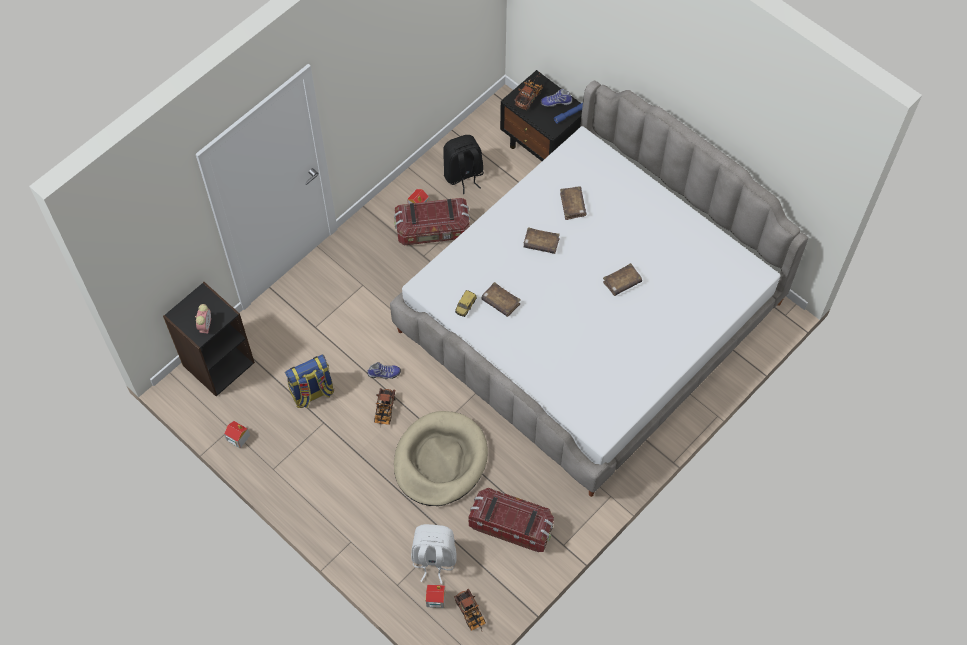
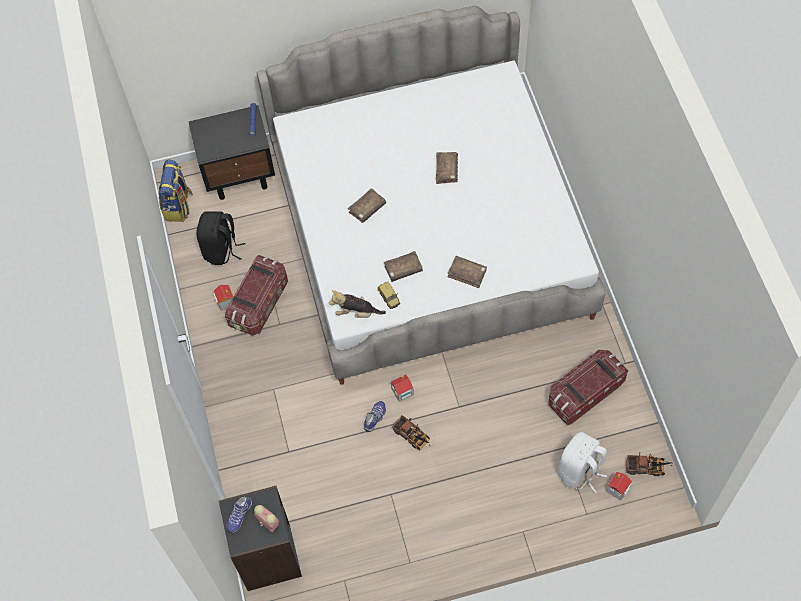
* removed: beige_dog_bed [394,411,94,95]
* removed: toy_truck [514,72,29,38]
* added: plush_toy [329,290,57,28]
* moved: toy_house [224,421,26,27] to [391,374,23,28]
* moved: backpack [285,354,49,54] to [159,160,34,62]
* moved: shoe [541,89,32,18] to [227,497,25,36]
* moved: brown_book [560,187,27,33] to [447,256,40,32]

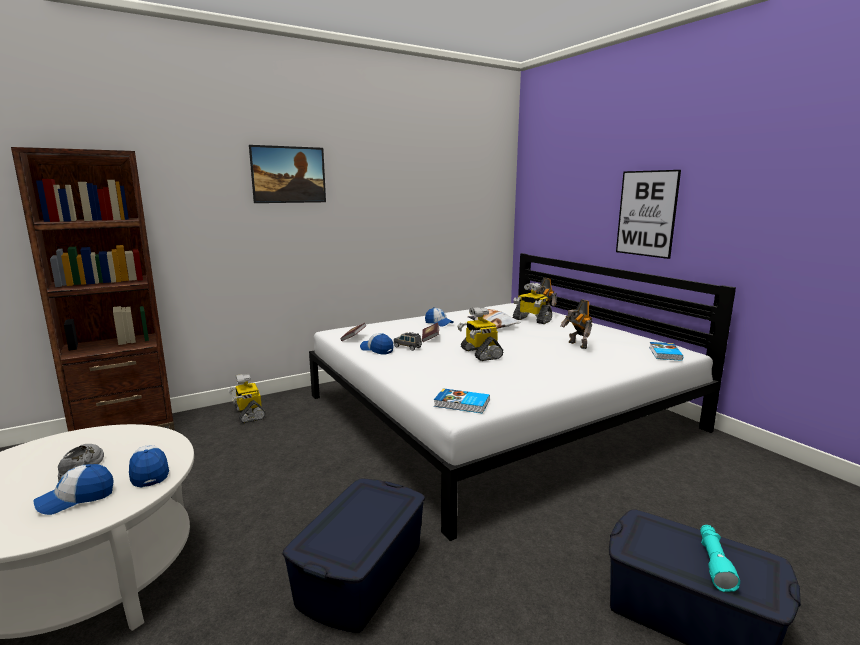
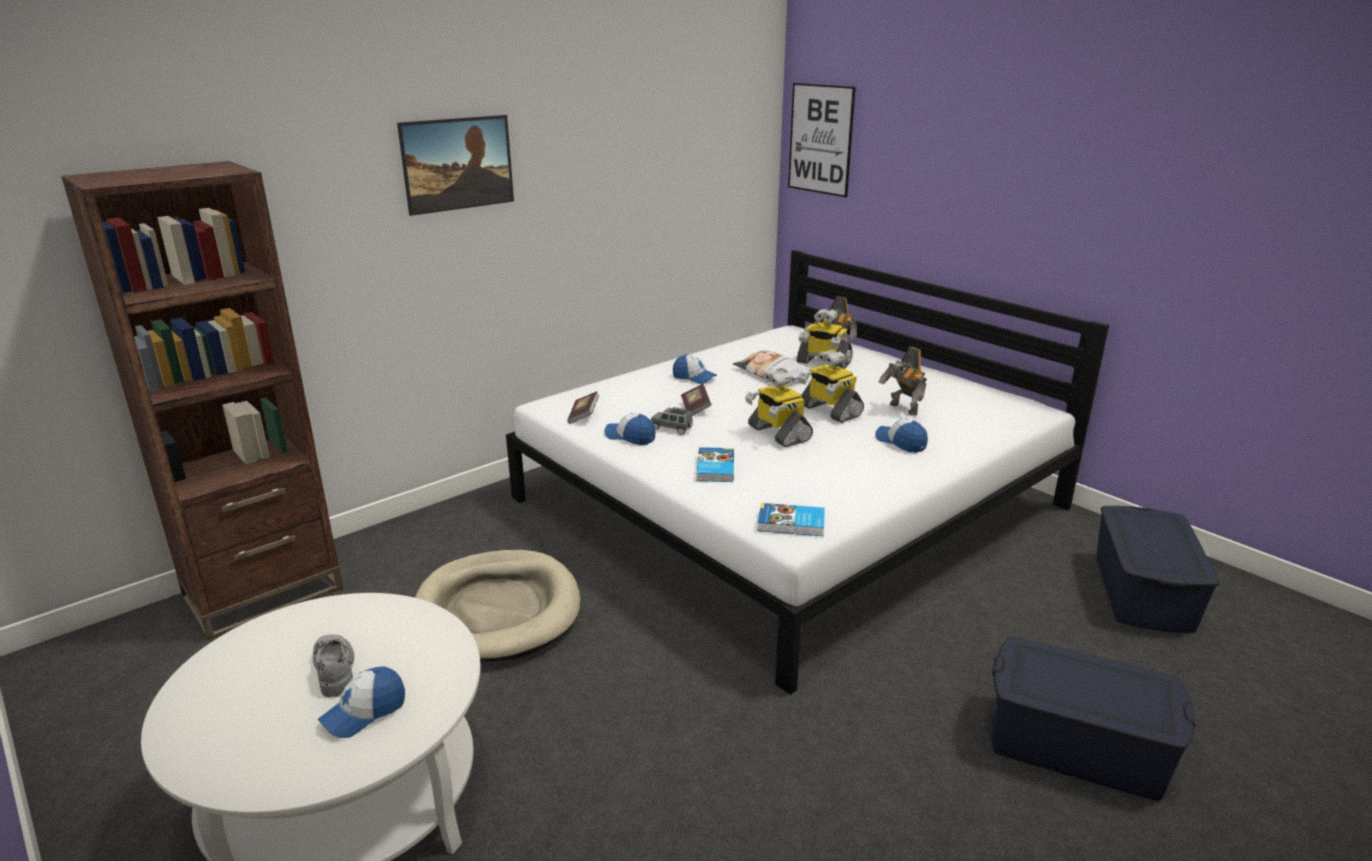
* removed: turquoise_flashlight [700,525,40,67]
* added: beige_dog_bed [415,550,165,112]
* moved: cap [129,445,40,43] to [875,419,53,34]
* moved: toy_robot [228,374,38,49] to [798,350,66,73]
* moved: blue_storage_box [282,479,143,154] to [1096,506,123,127]
* moved: picture [616,170,65,89] to [788,83,68,114]
* moved: book [649,342,34,19] to [697,447,37,35]

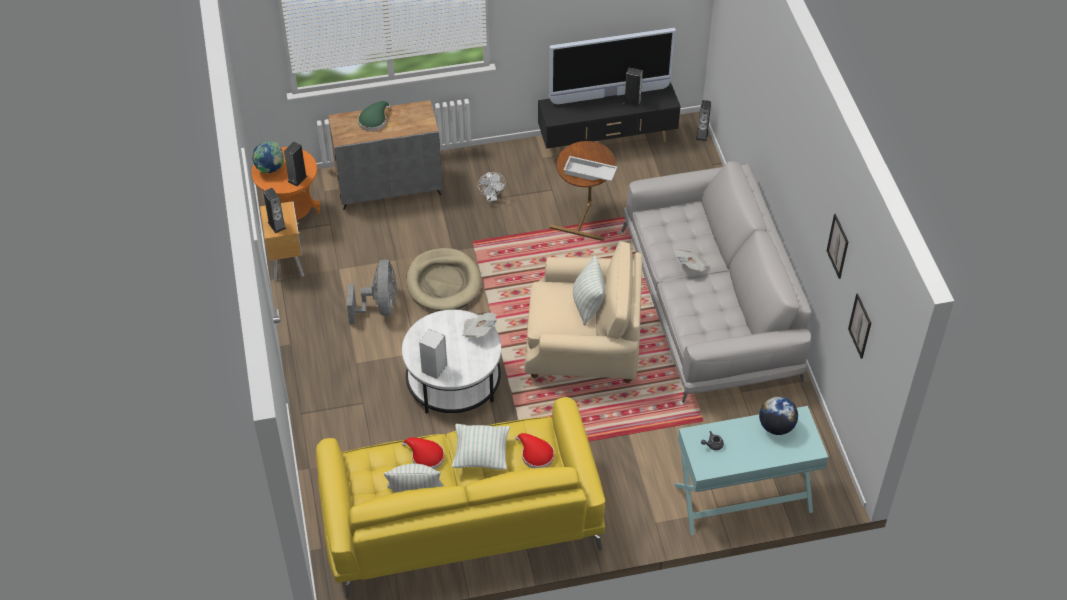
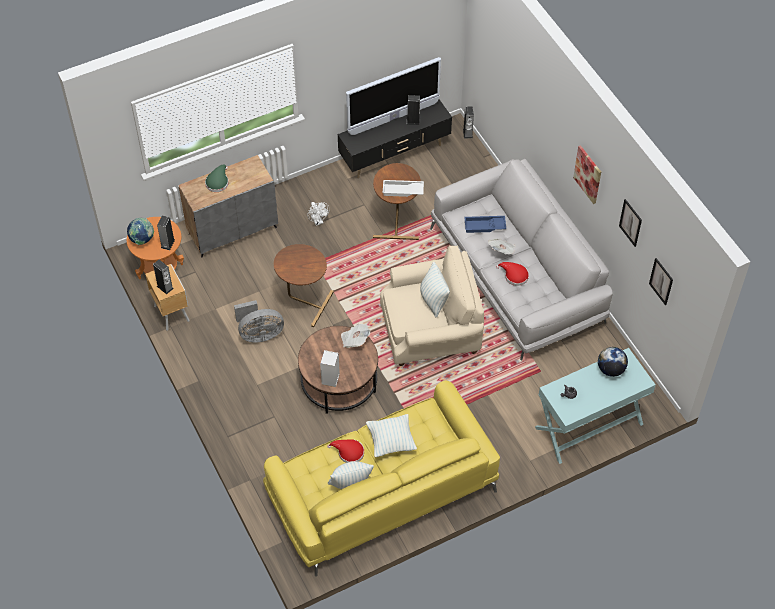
* added: blue_tray [464,216,42,17]
* added: picture [573,145,28,59]
* moved: red_hat [515,433,39,35] to [496,262,33,24]
* replaced: beige_dog_bed [406,248,75,63] to brown_side_table [274,244,60,83]
* recoloured: white_coffee_table [402,310,99,103] to brown_coffee_table [298,326,80,88]
* turned: grey_fan [347,259,50,65] = [234,300,50,43] 90 degrees clockwise

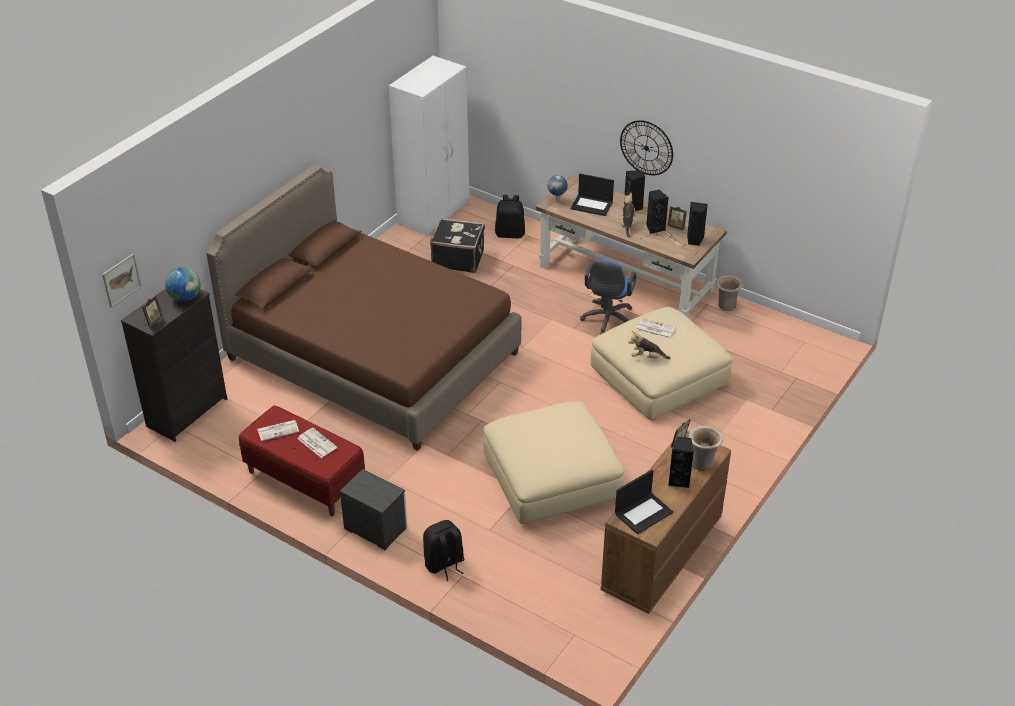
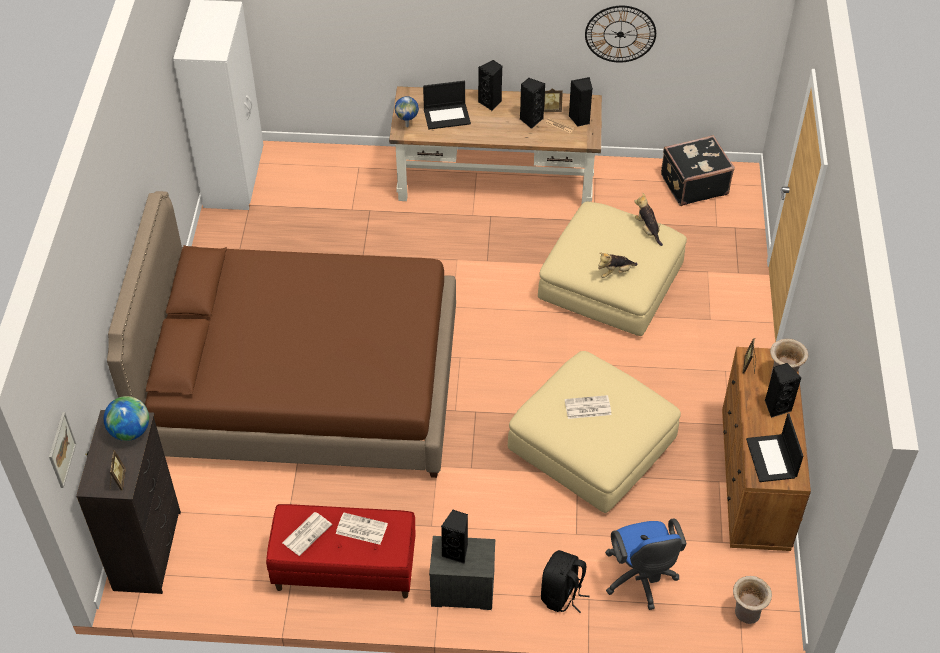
* removed: black_backpack [495,195,30,43]
* added: black_speaker [441,510,27,54]
* moved: black_suitcase [430,218,55,55] to [661,135,74,71]
* moved: blue_office_chair [580,259,56,75] to [606,518,80,92]
* moved: wall_clock [620,120,53,55] to [585,6,71,56]
* moved: plush_toy [621,193,17,45] to [634,193,29,53]
* moved: newspaper [636,318,39,21] to [565,395,47,24]
* moved: beige_vase [716,275,27,36] to [733,576,39,48]
* turned: laptop [615,470,58,64] = [746,414,57,68] 150 degrees clockwise

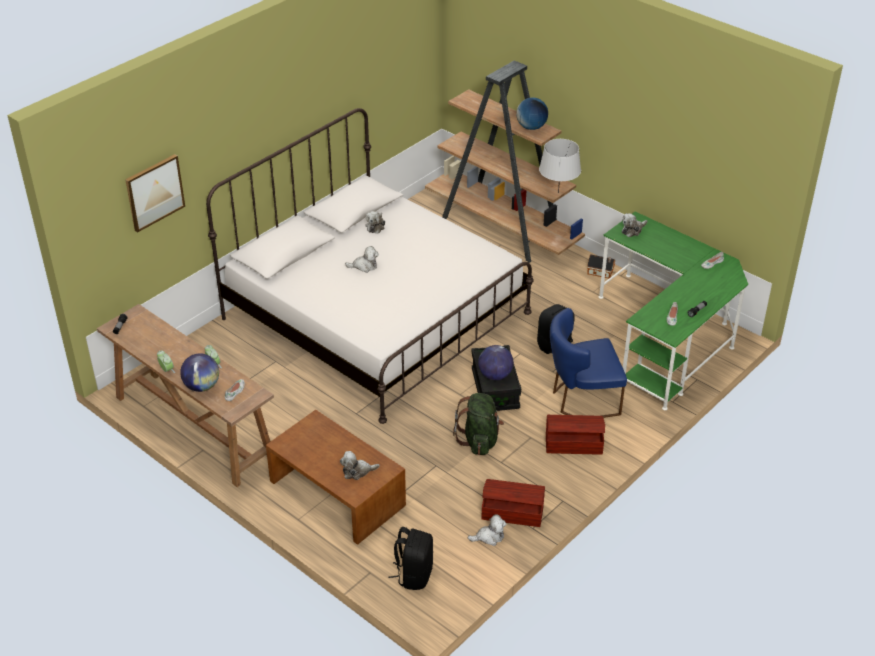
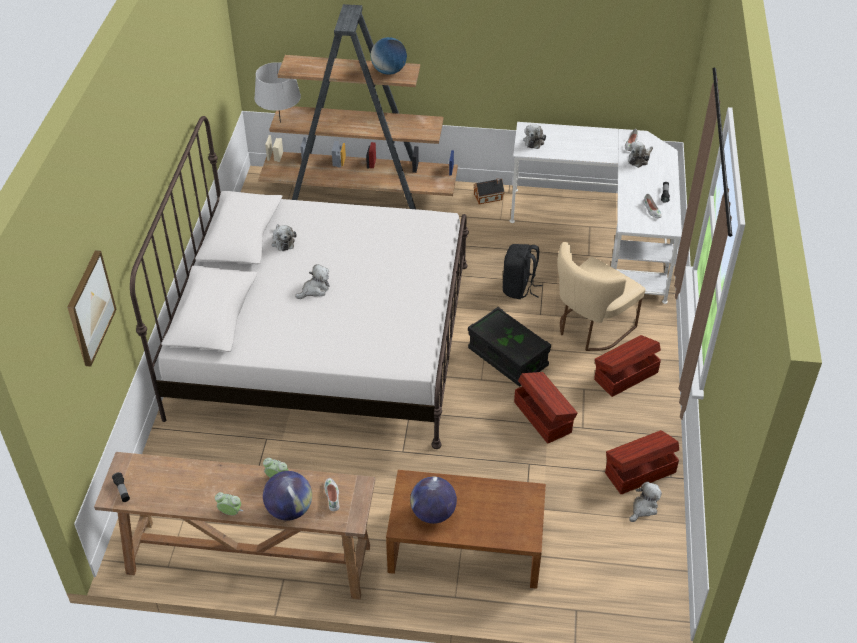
* removed: black_backpack [388,527,45,63]
* moved: plush_toy [340,451,40,29] to [628,142,25,26]
* moved: globe [478,345,35,35] to [410,477,47,47]
* moved: grey_table_lamp [539,139,42,54] to [254,62,47,61]
* replaced: green_backpack [453,393,51,62] to brown_storage_box [514,372,64,72]
* recoloured: blue_chair [550,308,77,110] to beige_chair [557,242,89,109]
* recoloured: green_desk [599,212,149,198] to white_desk [510,122,172,182]

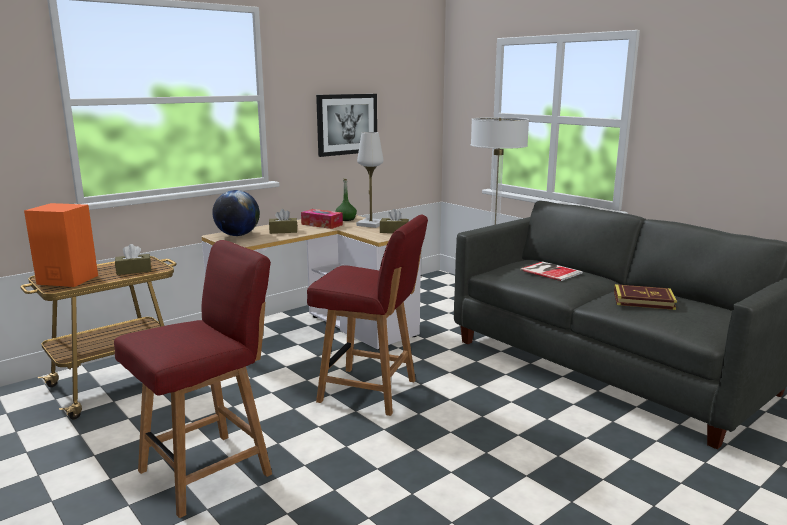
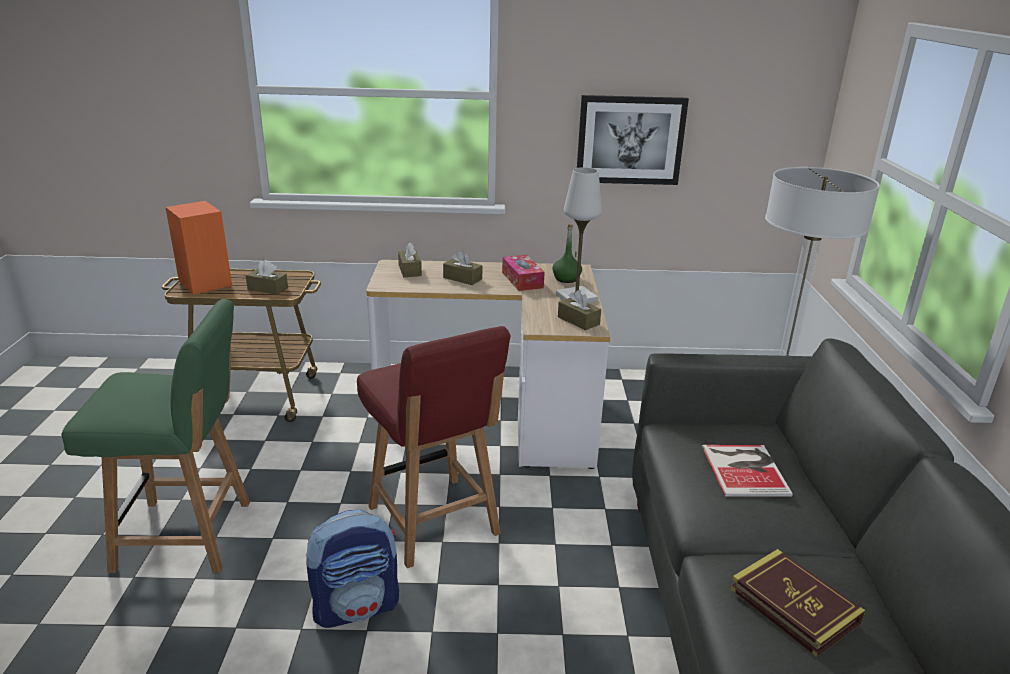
* added: backpack [306,509,93,119]
* replaced: globe [212,190,48,46] to brown_tissue_box [398,242,24,35]
* recoloured: red_chair [114,240,158,278] to green_chair [62,299,188,274]

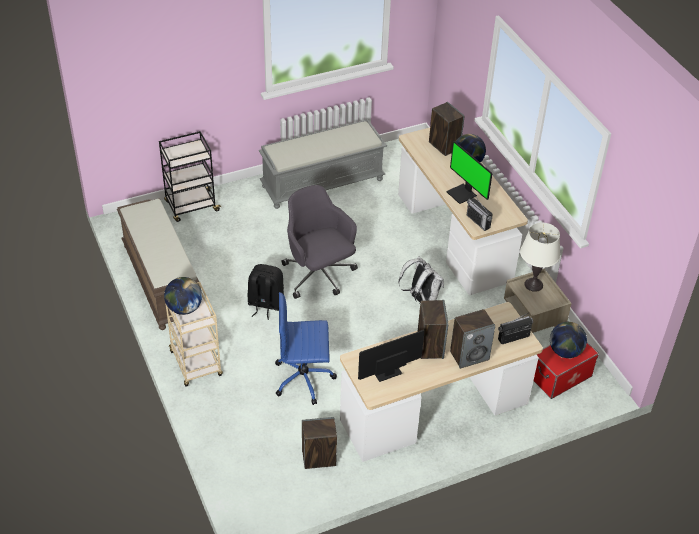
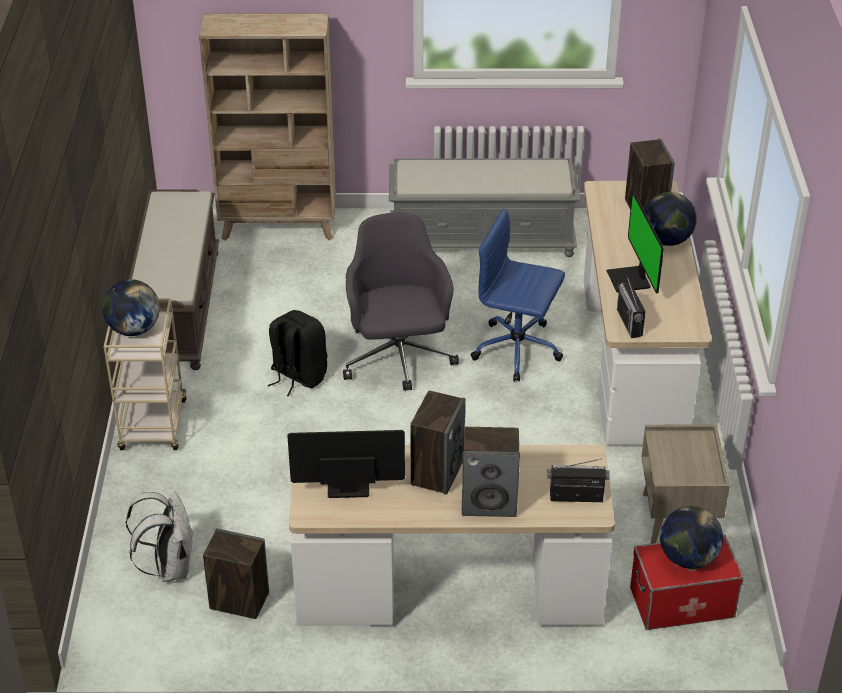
* removed: white_table_lamp [520,223,40,69]
* moved: blue_office_chair [275,292,62,113] to [471,208,94,174]
* moved: white_backpack [398,257,46,47] to [125,492,68,90]
* replaced: black_cart [159,131,62,91] to beige_bookcase [199,13,137,228]

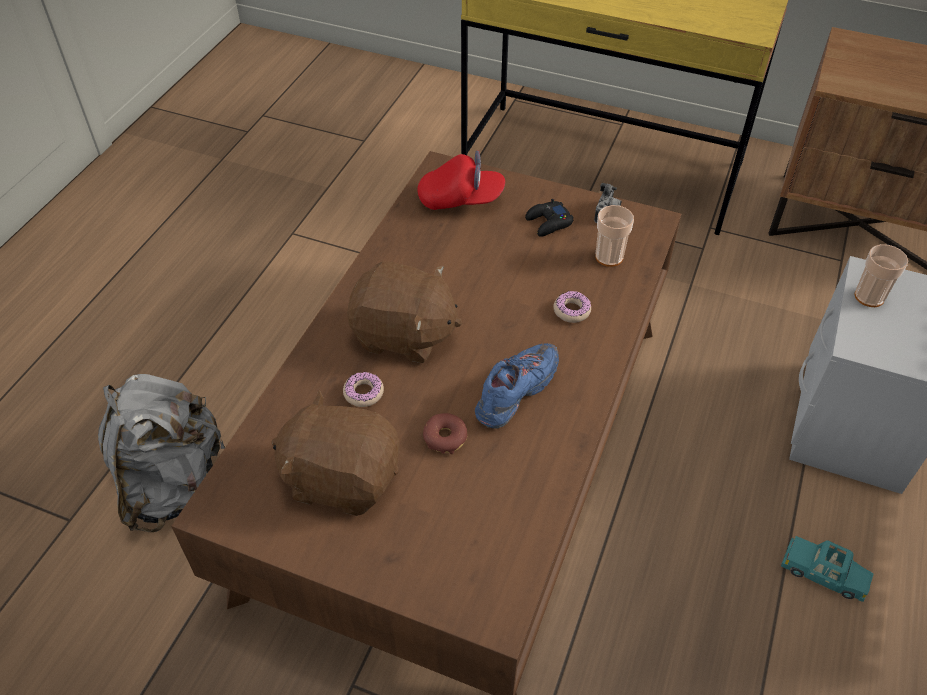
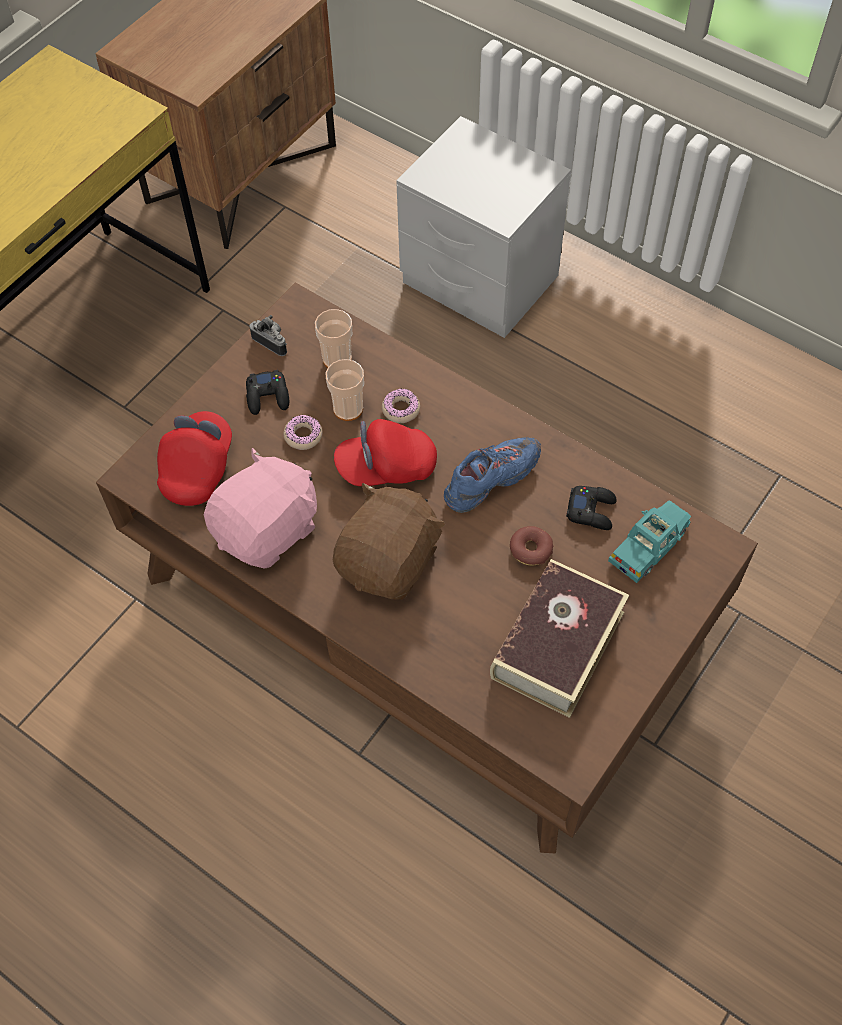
* removed: grey_backpack [98,374,127,158]
* added: pink_plush_toy [204,448,113,121]
* added: red_cap [334,419,103,67]
* added: black_game_controller [566,486,51,44]
* moved: donut [343,372,41,35] to [284,415,38,35]
* moved: turquoise_toy_car [781,536,93,66] to [608,500,83,83]
* moved: cup [855,244,53,63] to [326,359,38,62]
* replaced: brown_plush_toy [271,391,129,125] to book [490,559,139,159]
* turned: blue_shoe [475,343,84,86] = [444,437,97,76] 90 degrees clockwise

